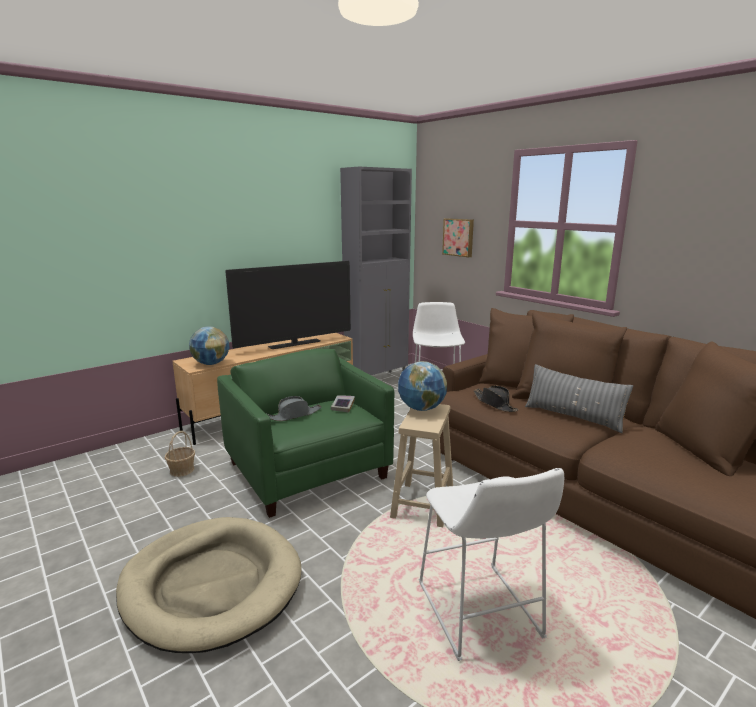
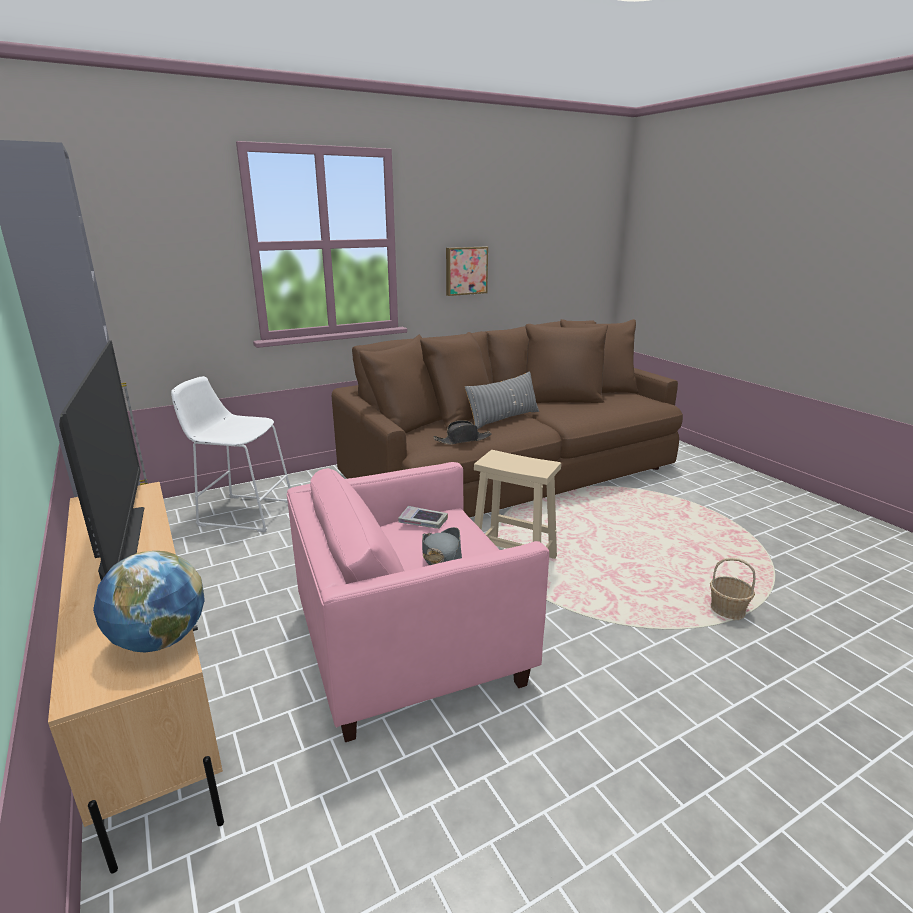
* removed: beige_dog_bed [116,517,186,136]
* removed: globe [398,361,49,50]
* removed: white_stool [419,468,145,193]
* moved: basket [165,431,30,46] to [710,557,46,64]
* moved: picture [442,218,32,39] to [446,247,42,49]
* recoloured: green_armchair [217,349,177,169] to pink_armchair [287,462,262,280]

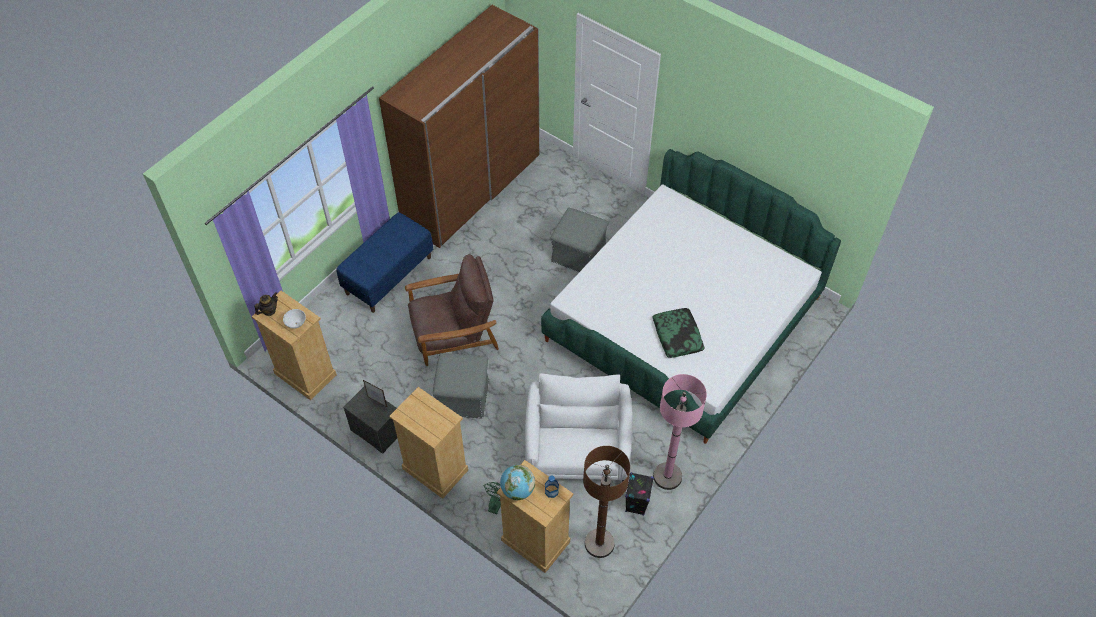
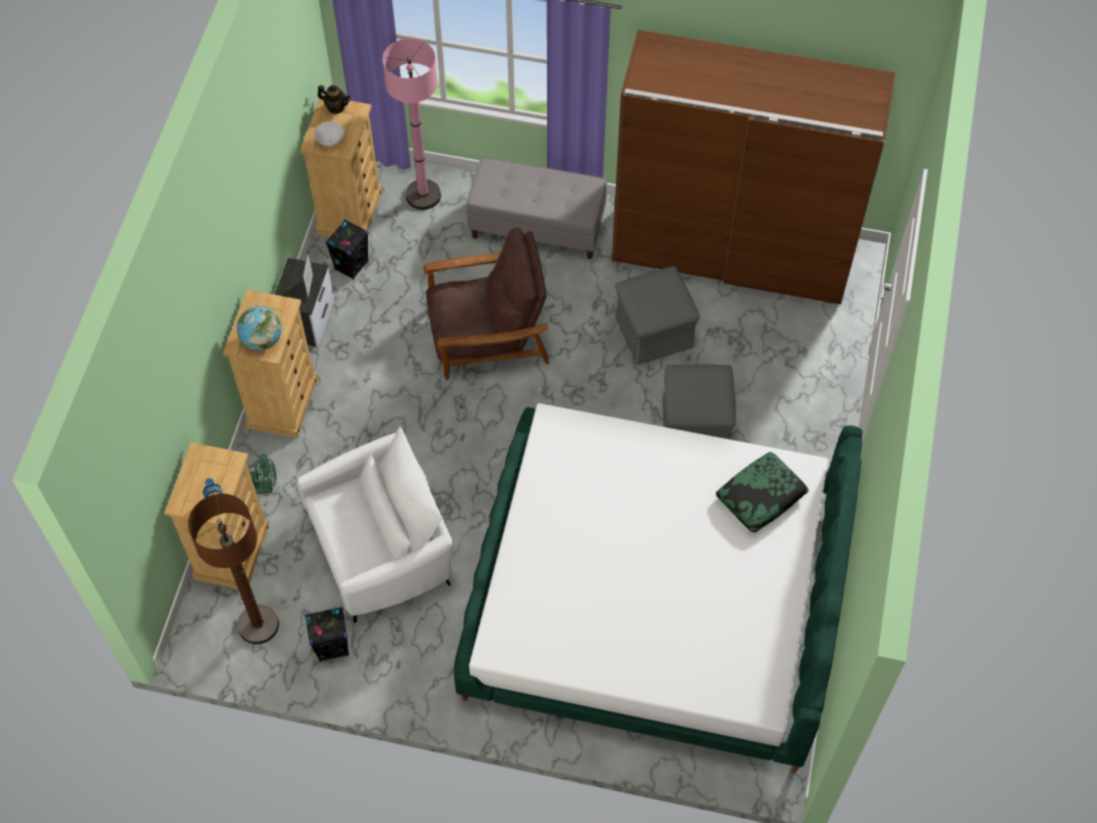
* added: black_speaker [325,219,44,61]
* moved: grey_ottoman [433,353,56,66] to [614,266,86,99]
* moved: globe [500,465,35,36] to [237,306,45,44]
* moved: pillow [653,308,52,50] to [716,452,93,81]
* moved: pink_floor_lamp [653,374,54,116] to [383,38,58,172]
* recoloured: blue_bench [336,212,97,101] to grey_bench [467,157,140,102]
* turned: brown_armchair [405,254,94,112] = [423,228,126,152] 60 degrees counterclockwise

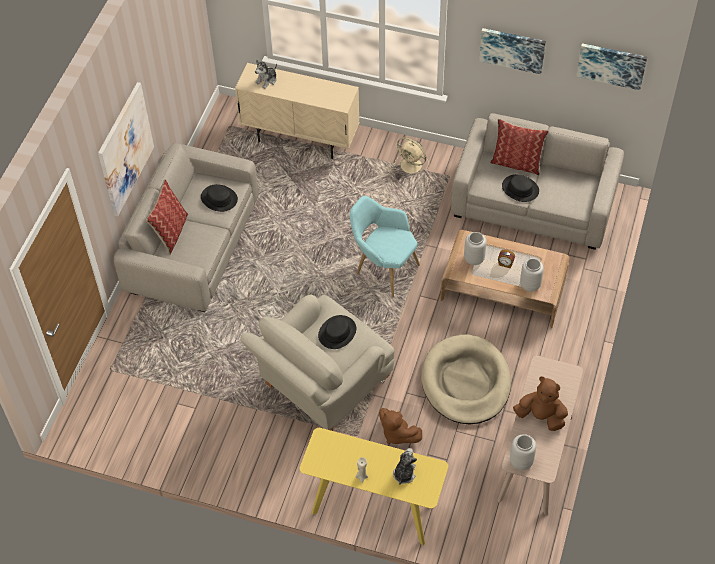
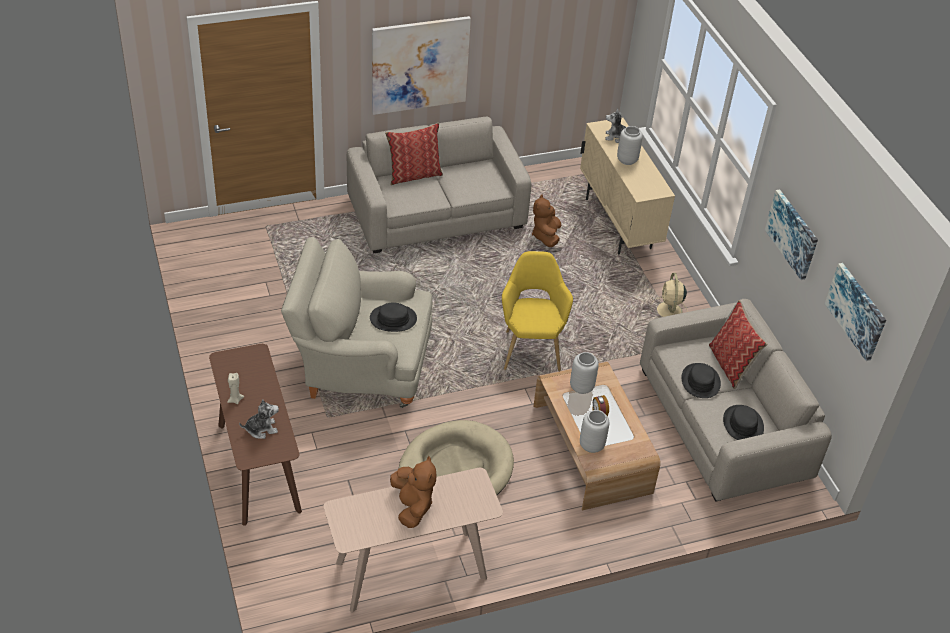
* moved: black_hat [201,184,37,28] to [723,405,41,35]
* moved: brown_plush_toy [379,408,43,36] to [532,195,29,52]
* moved: grey_vase [510,434,26,36] to [617,126,26,39]
* recoloured: yellow_console_table [300,428,148,117] to brown_console_table [209,344,93,182]
* recoloured: turquoise_armchair [350,196,70,102] to yellow_armchair [502,251,71,120]

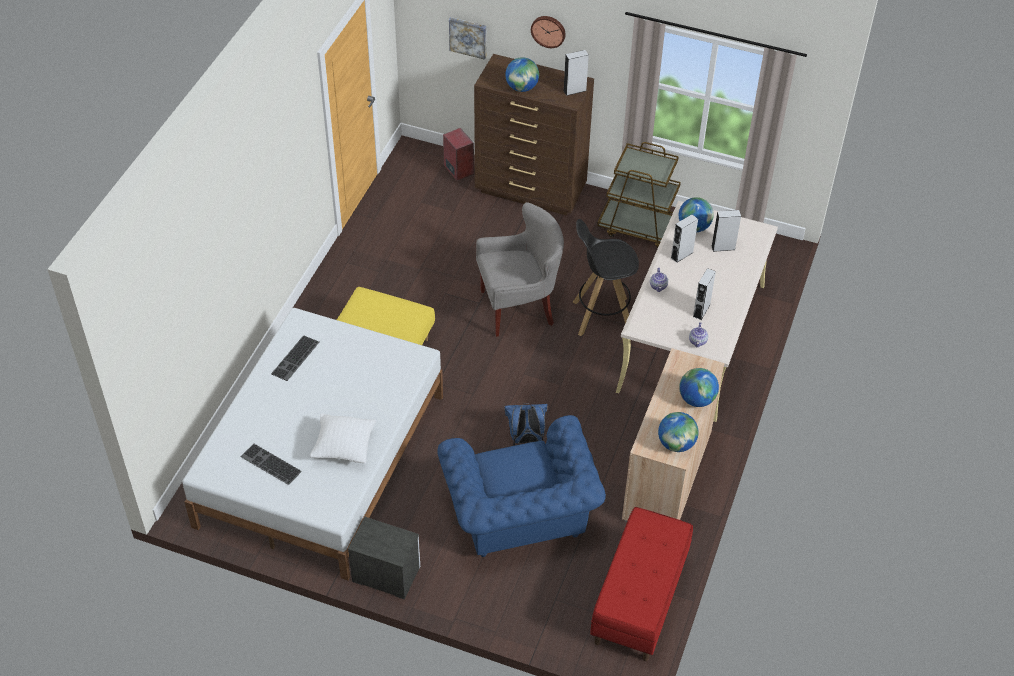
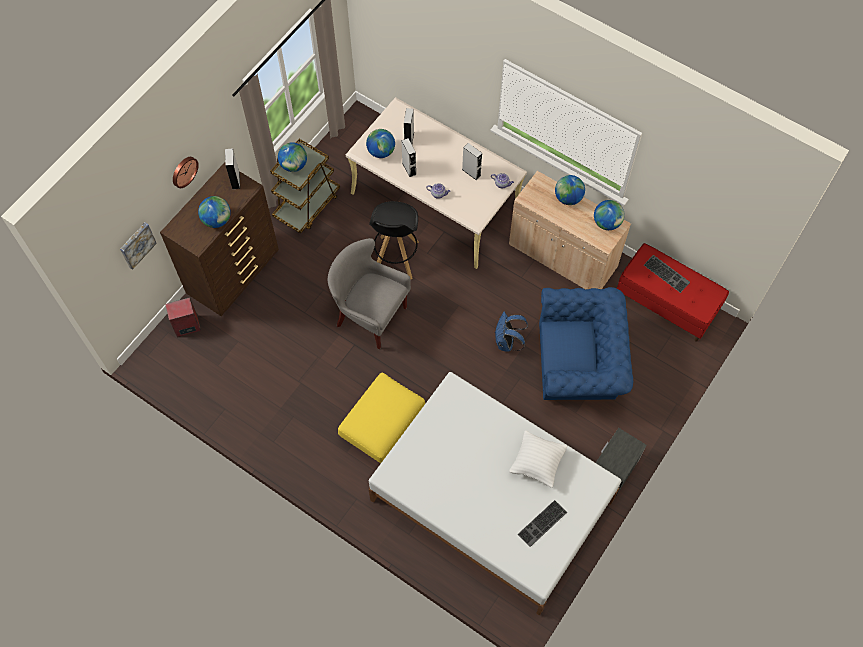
* added: globe [278,142,29,30]
* moved: keyboard [271,335,48,46] to [644,255,46,38]
* turned: grey_armchair [476,202,88,135] = [328,238,83,112] 60 degrees counterclockwise

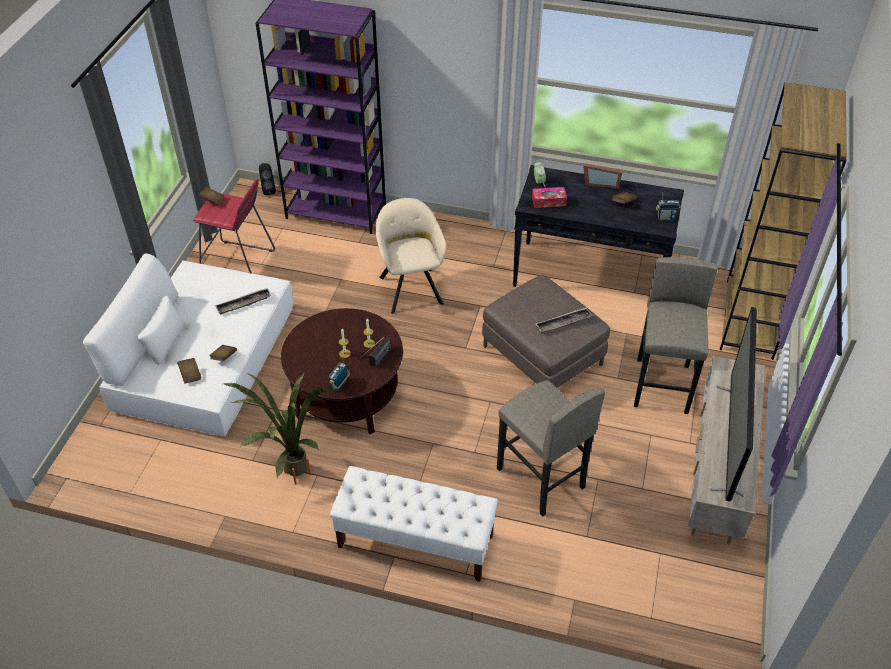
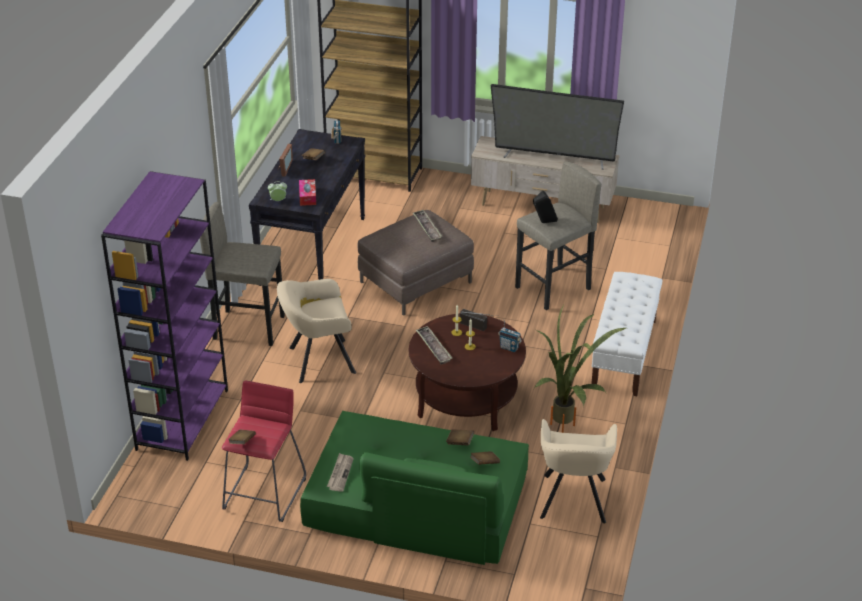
* added: newspaper [327,453,27,39]
* added: beige_armchair [540,419,77,105]
* moved: tray [215,288,56,27] to [416,326,37,38]
* moved: black_speaker [259,163,17,32] to [533,191,25,32]
* moved: grey_stool [634,257,84,157] to [200,202,85,144]
* recoloured: white_sofa [83,253,211,183] to green_sofa [300,411,229,154]

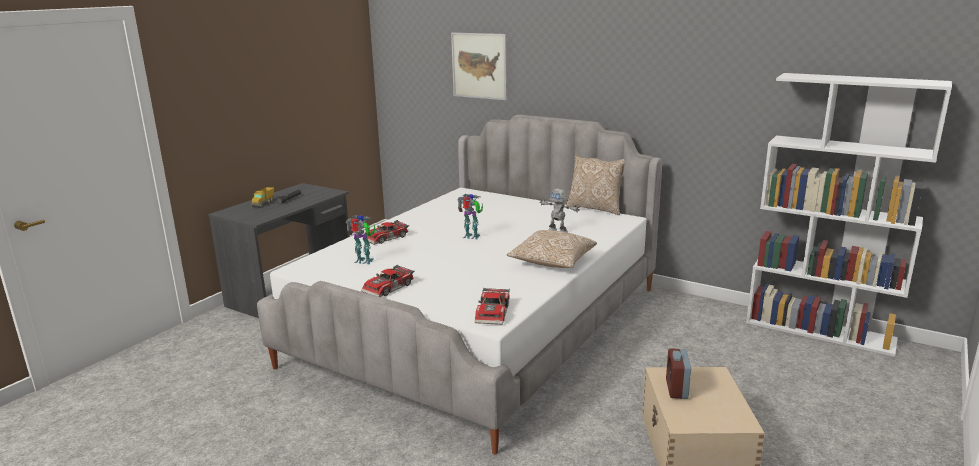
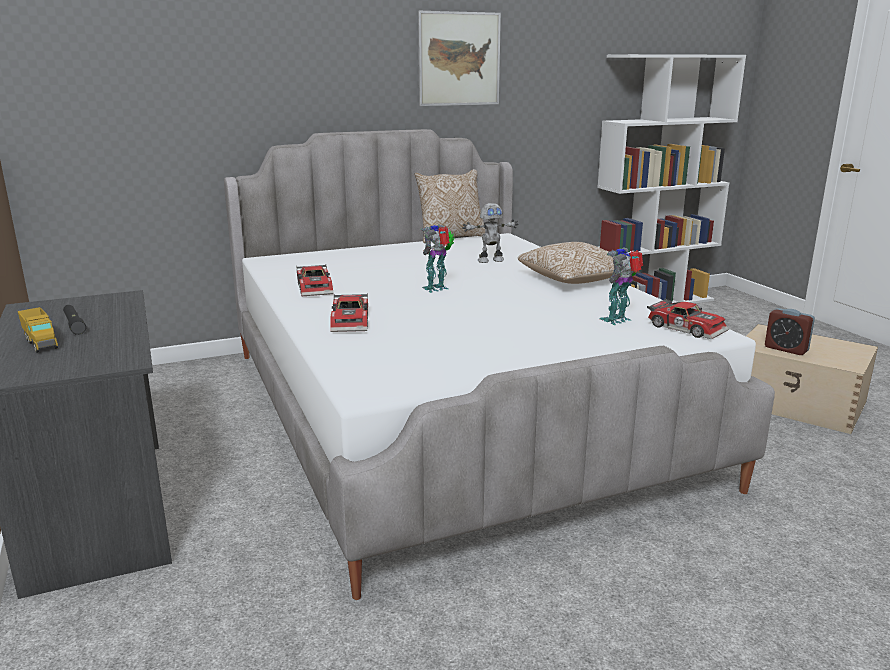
* moved: toy_robot [346,215,29,50] to [599,247,44,78]
* moved: toy_car [361,265,53,32] to [296,265,38,31]
* moved: picture [451,32,56,68] to [418,11,83,95]

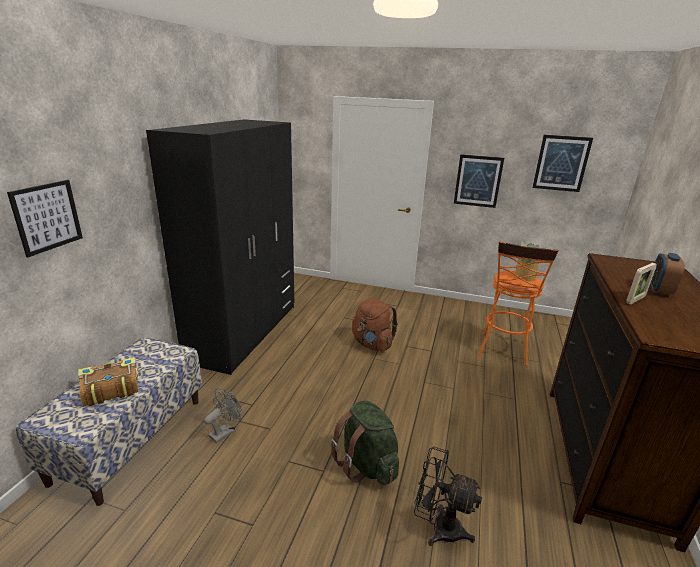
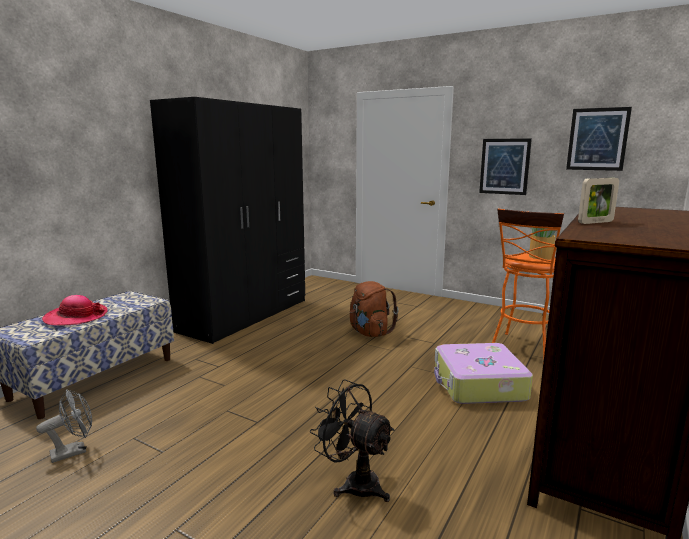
* removed: picture [7,180,76,77]
* removed: green_backpack [331,401,68,84]
* removed: alarm_clock [650,253,35,43]
* added: suitcase [434,343,99,61]
* moved: grey_fan [204,389,38,54] to [36,389,56,74]
* replaced: book [78,357,61,49] to hat [42,295,66,31]

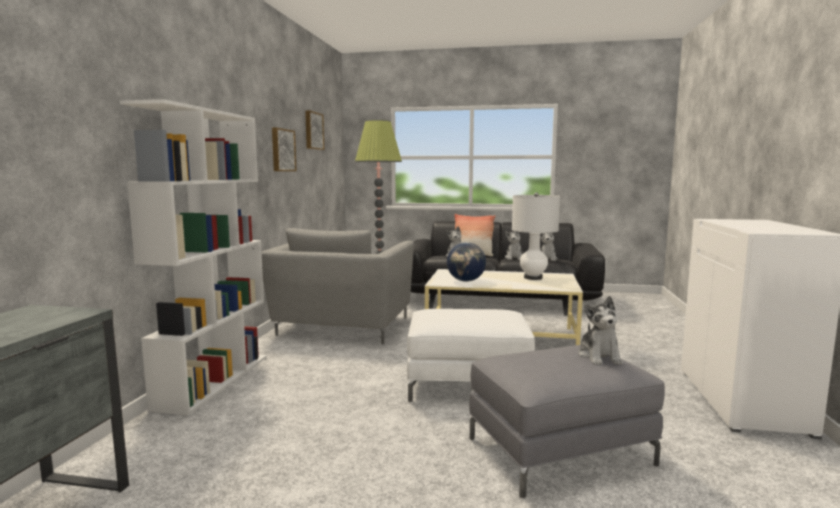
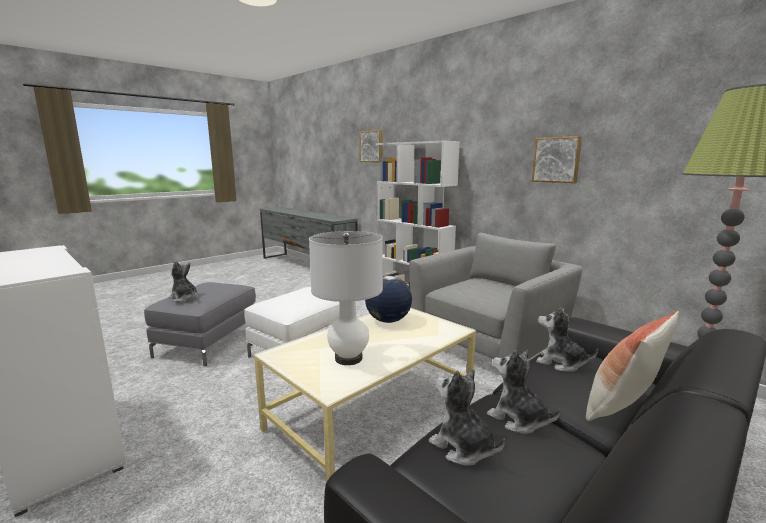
* moved: picture [305,110,19,40] to [359,130,24,32]
* turned: grey_armchair [262,228,152,116] = [409,233,173,127] 90 degrees clockwise

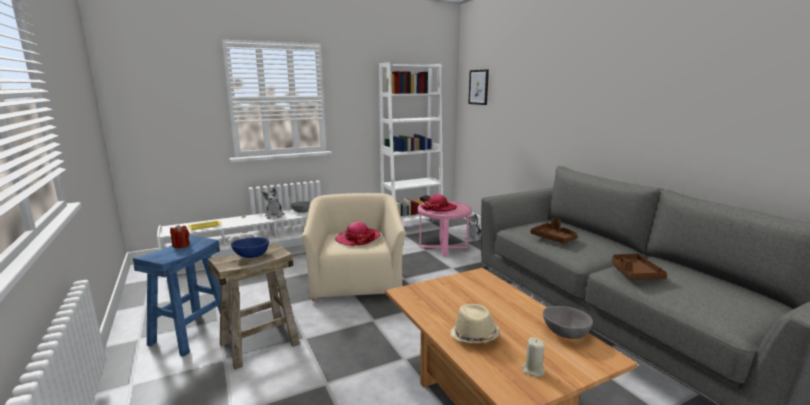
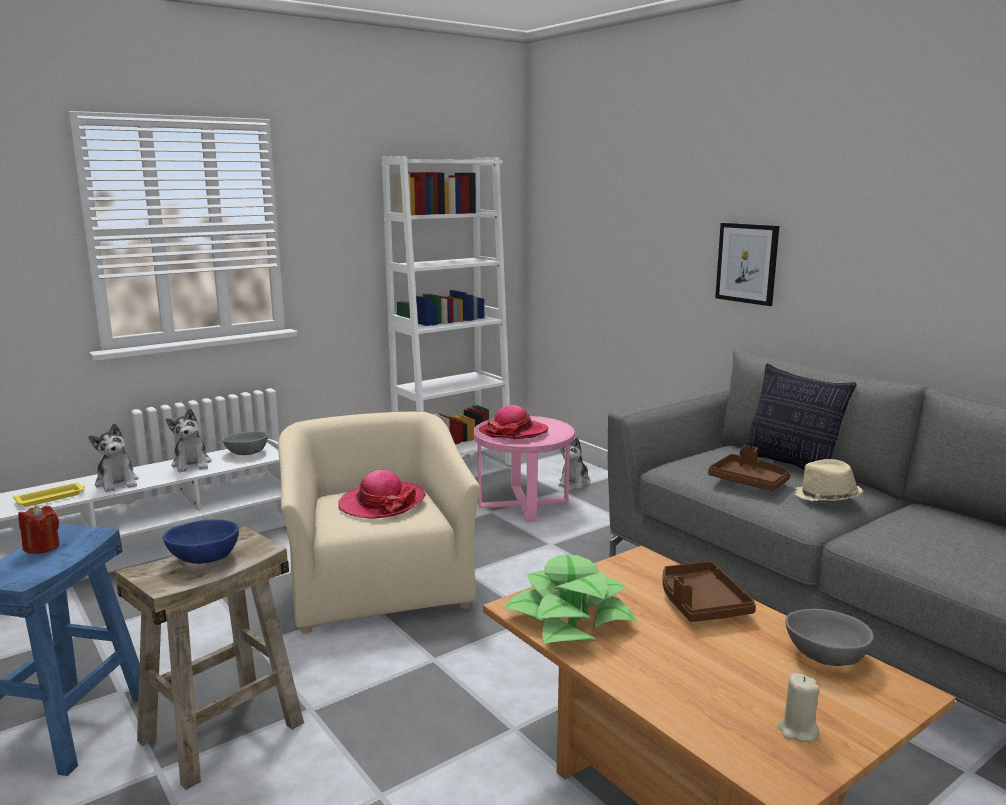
* added: plush_toy [88,423,50,69]
* added: potted_plant [503,555,134,89]
* added: pillow [740,363,116,107]
* moved: beige_hat [450,304,50,39] to [795,459,68,43]
* moved: picture [468,70,21,35] to [715,223,64,83]
* moved: brown_tray [612,254,55,26] to [662,561,94,61]

